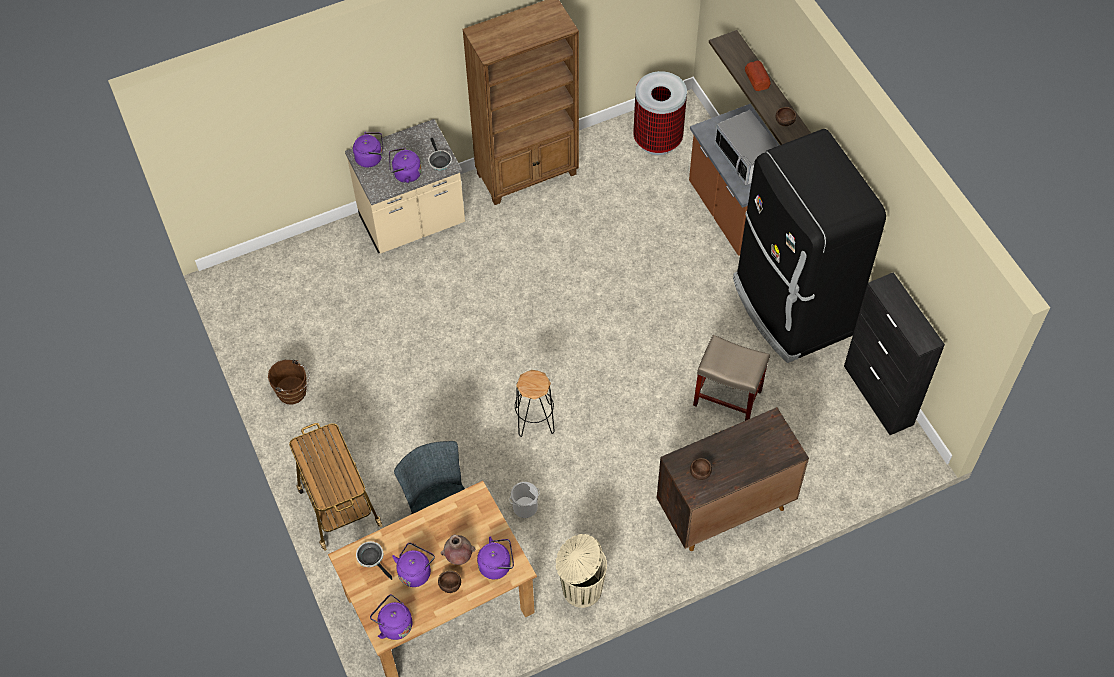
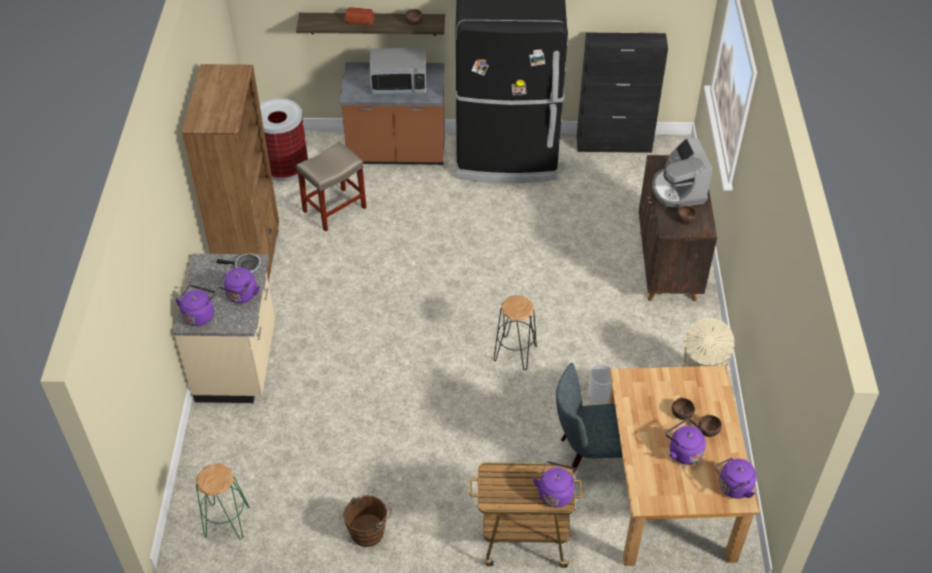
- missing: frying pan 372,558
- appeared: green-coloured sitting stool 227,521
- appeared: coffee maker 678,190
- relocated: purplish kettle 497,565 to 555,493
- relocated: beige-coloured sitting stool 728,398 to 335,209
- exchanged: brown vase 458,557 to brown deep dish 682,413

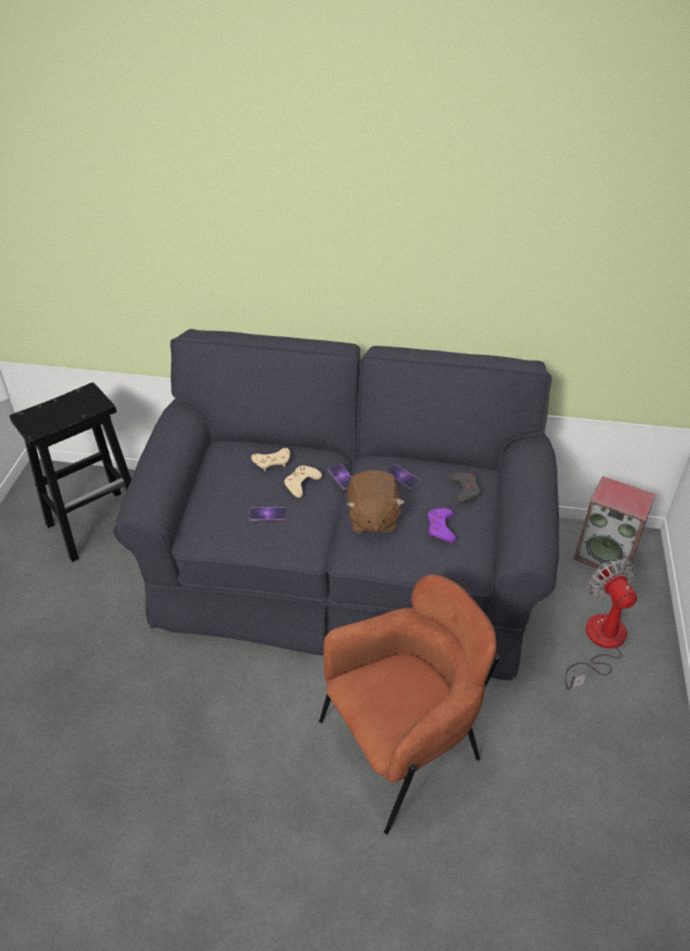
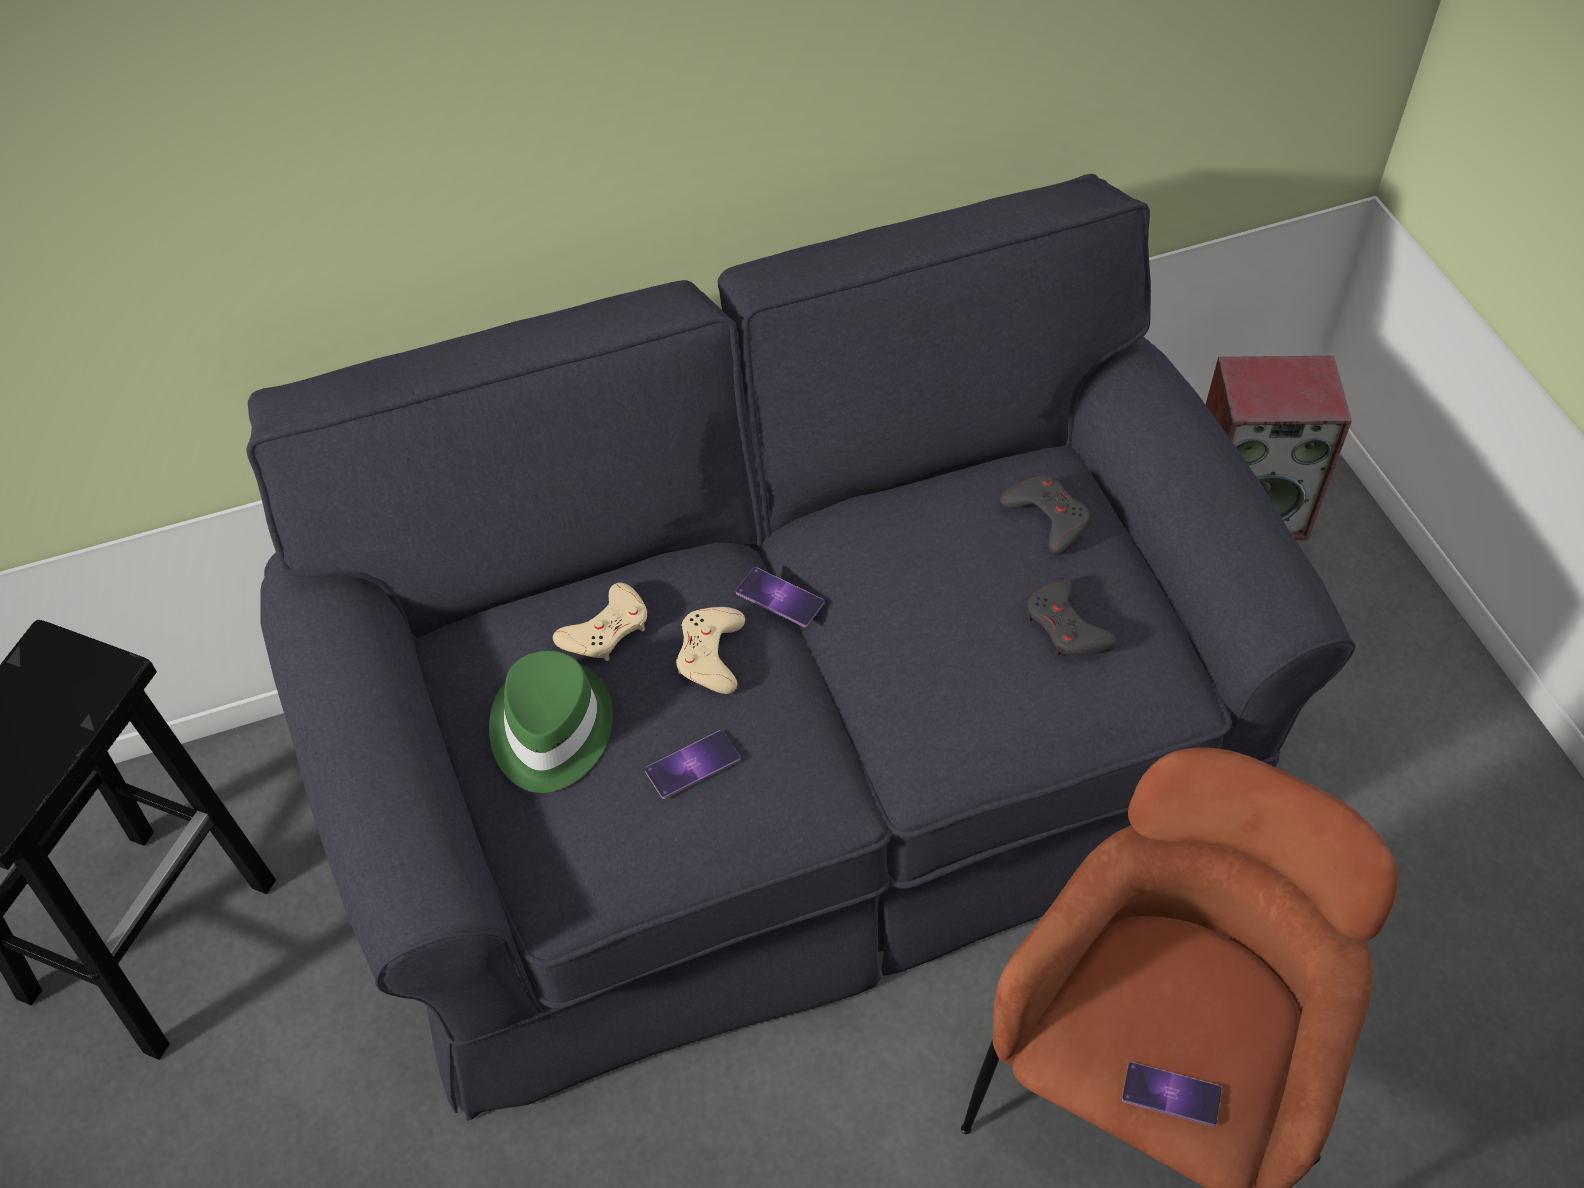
- missing: brown plush toy 372,518
- missing: cooling fan 599,642
- appeared: green-coloured hat 549,730
- relocated: handset 402,476 to 1171,1094
- colour: purplish joypad 441,528 to greyish joypad 1066,627

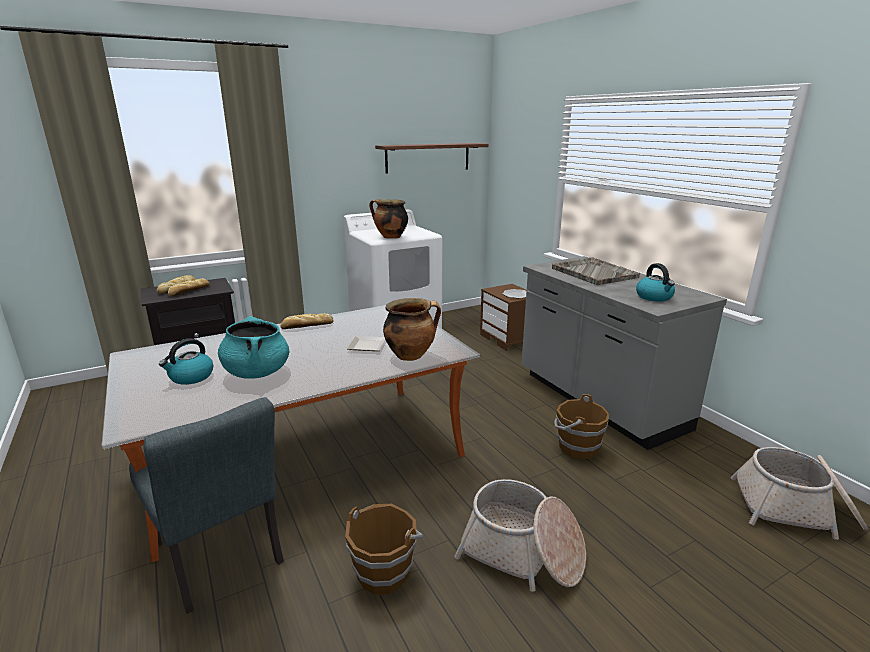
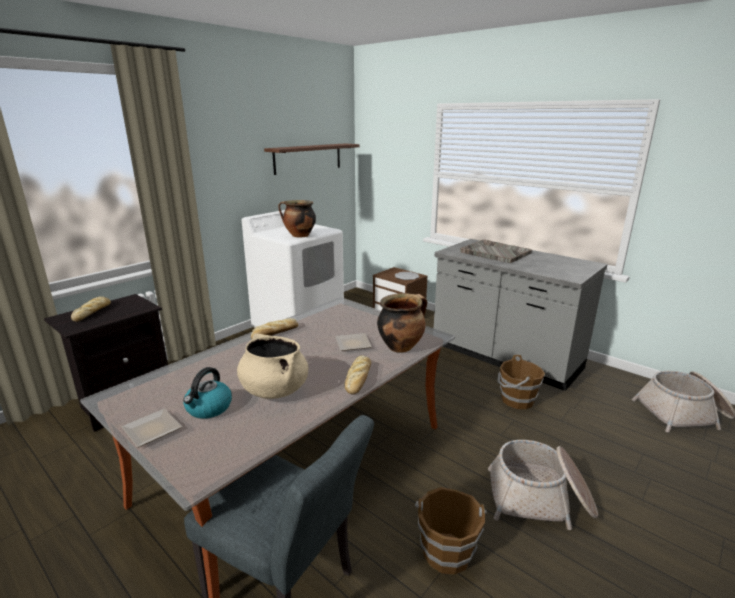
- missing: kettle 654,297
- appeared: flat dish 154,430
- relocated: baked bread 189,291 to 358,379
- colour: turquoise saucepot 257,372 to beige-coloured saucepot 274,389

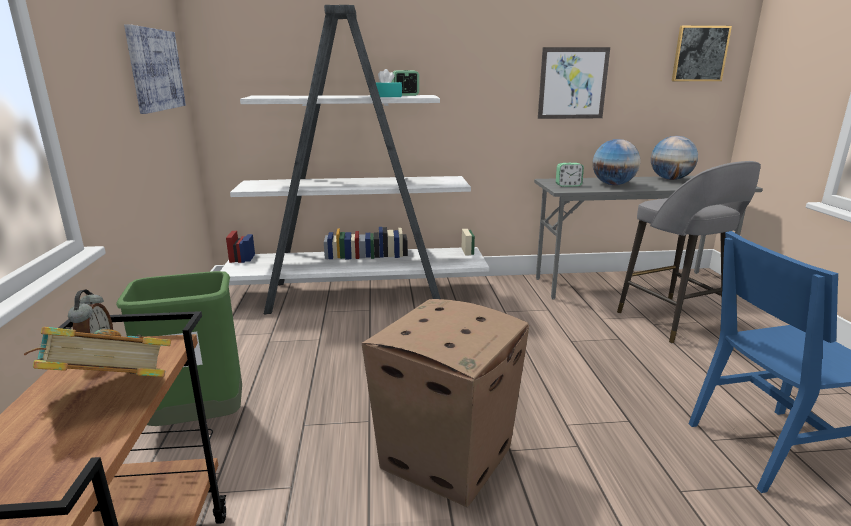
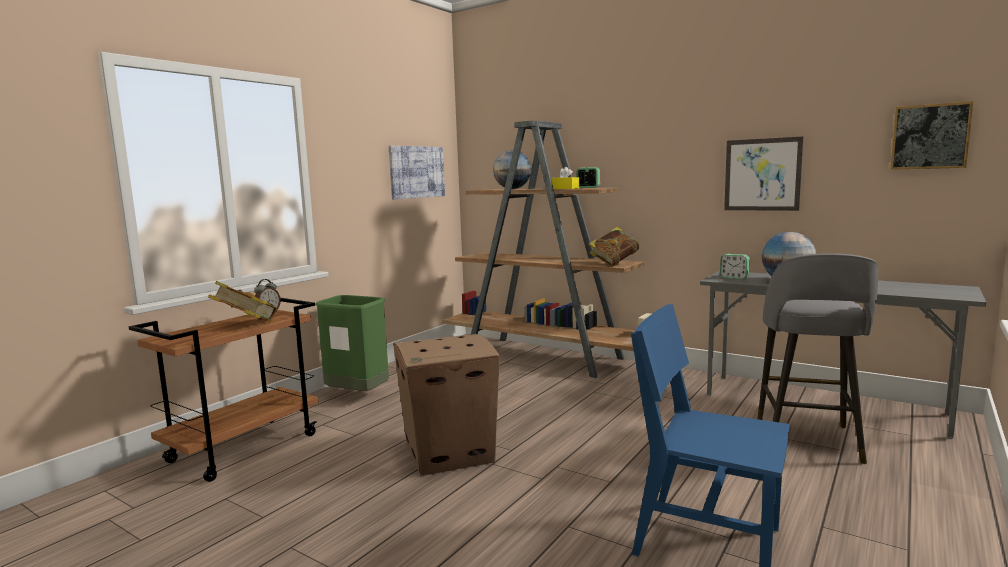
- appeared: book 614,263
- relocated: globe 670,179 to 512,189
- colour: white shelving unit 358,294 to brown shelving unit 546,357
- colour: turquoise tissue box 386,96 to yellow-coloured tissue box 565,188

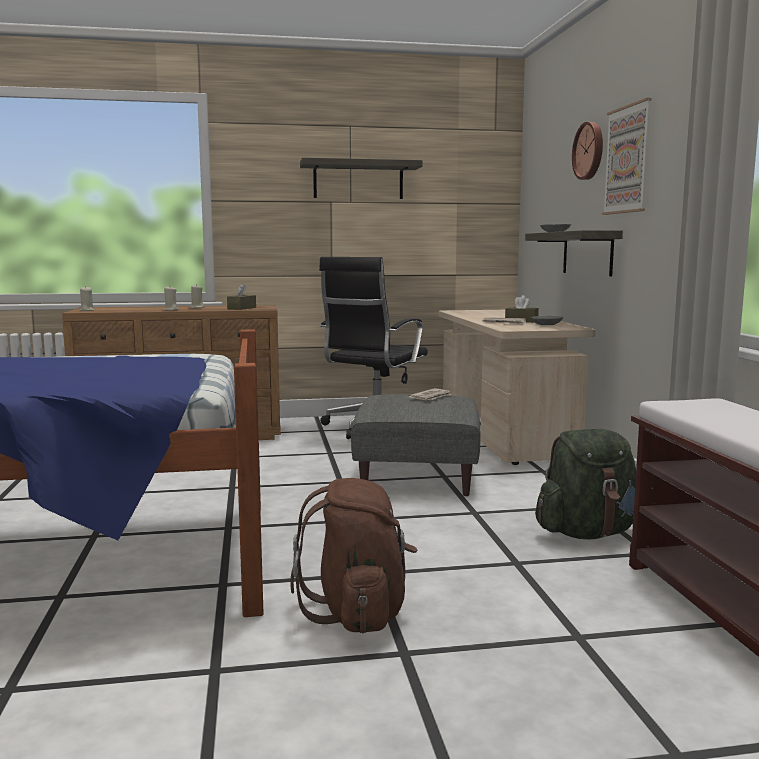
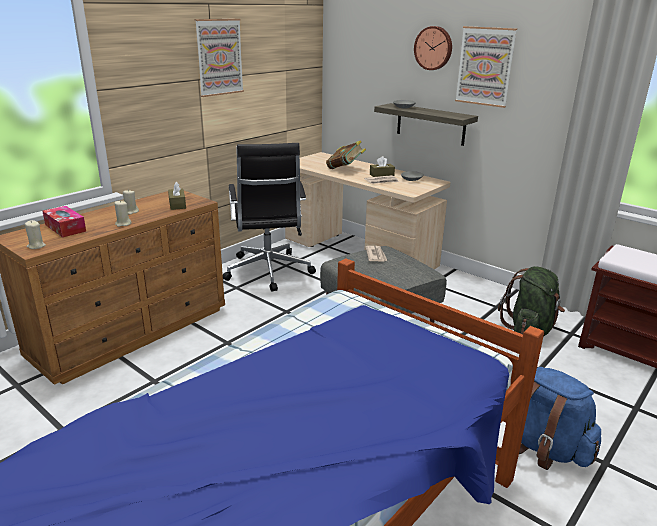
- appeared: tissue box 65,228
- appeared: book 345,169
- exchanged: wall shelf 358,180 to picture 219,57
- colour: brown backpack 358,612 to blue-coloured backpack 544,448

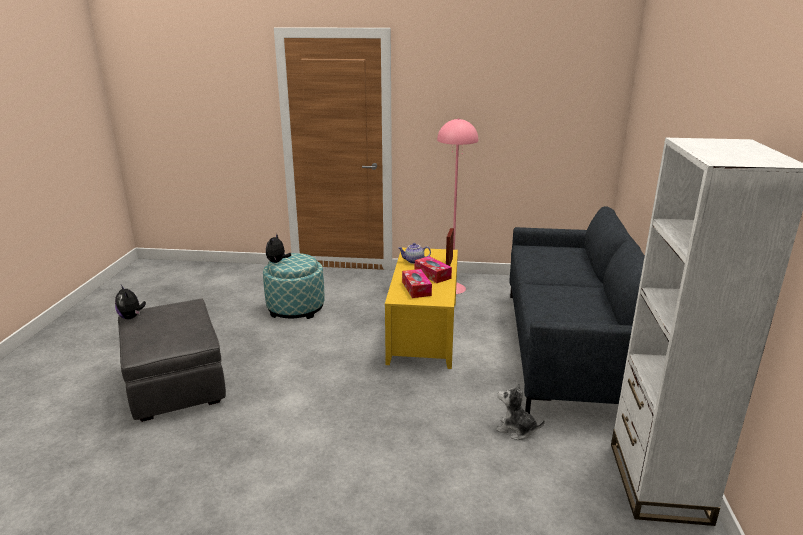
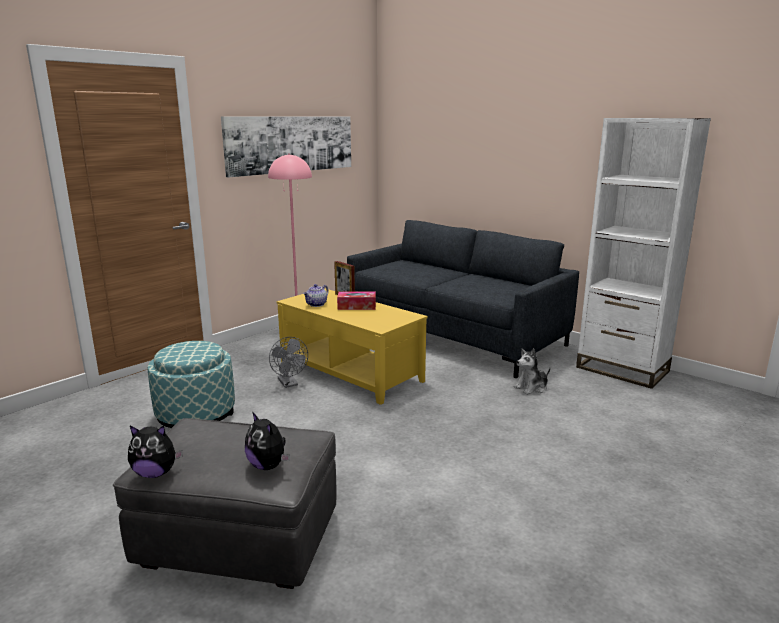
- missing: tissue box 416,289
- appeared: picture 291,144
- appeared: greyish cooling fan 289,384
- relocated: plush toy 277,262 to 268,466

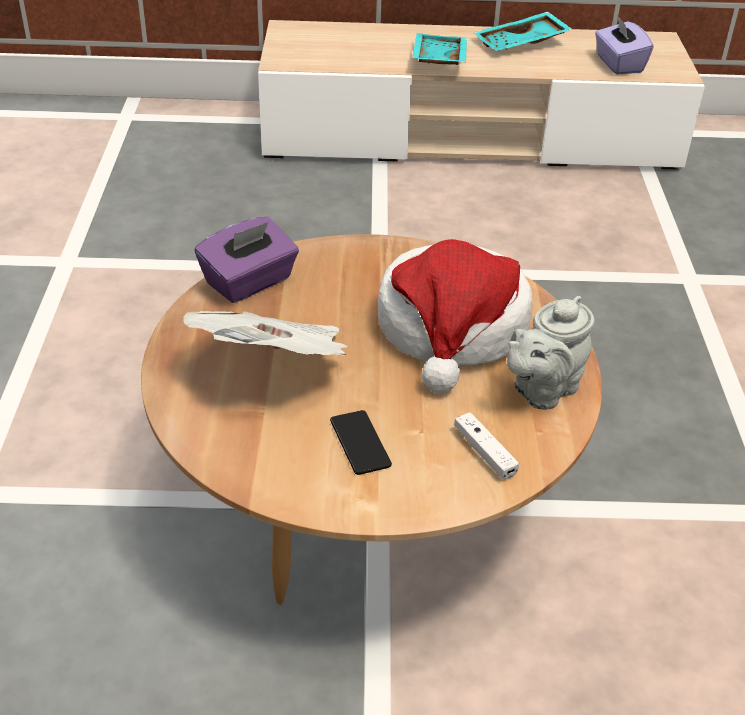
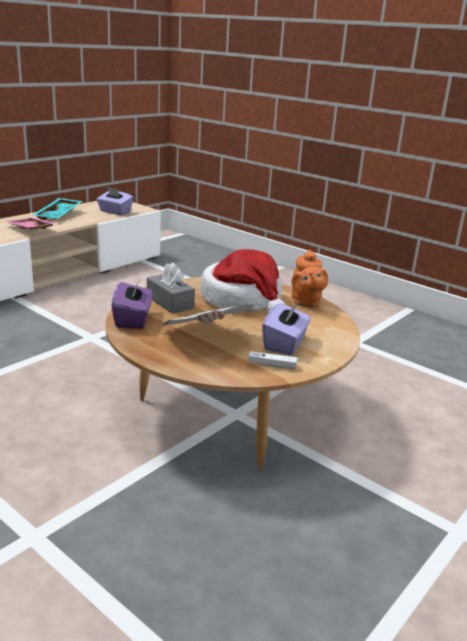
- appeared: greyish tissue box 170,302
- relocated: white joypad 484,452 to 272,365
- exchanged: handset 360,443 to purplish tissue box 285,344
- colour: turquoise carrying tray 437,60 to pinkish carrying tray 30,230
- colour: greyish pot for tea 541,390 to orangey pot for tea 305,302

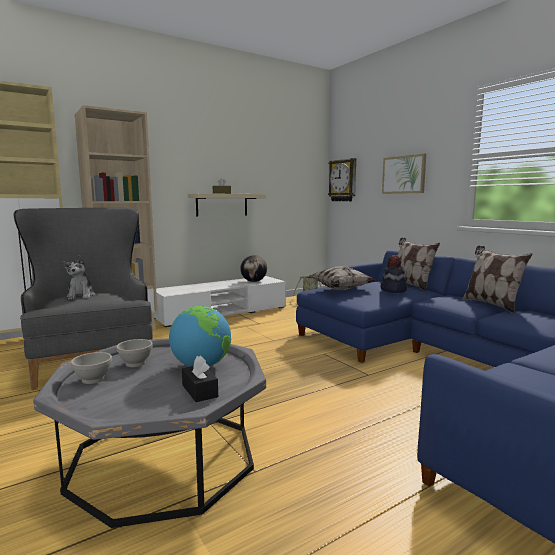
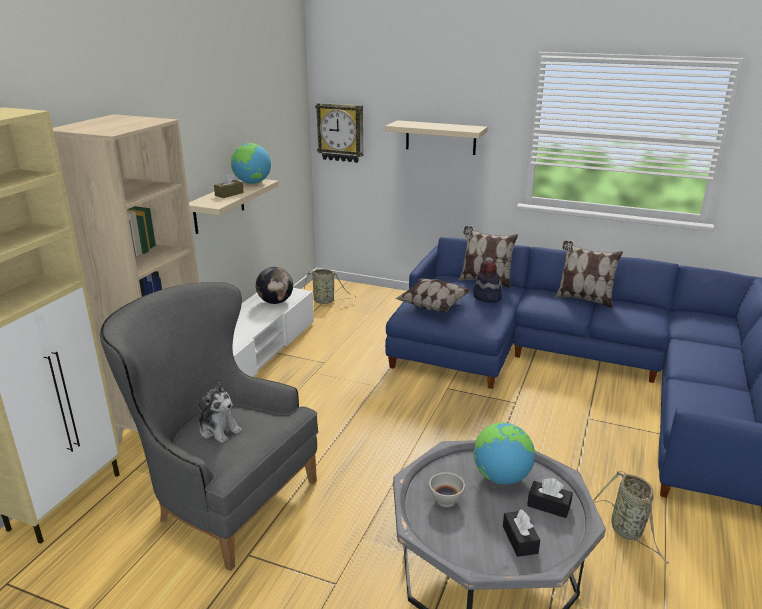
- missing: white deep dish 92,379
- appeared: globe 252,183
- appeared: blackish tissue box 520,539
- appeared: storage basket 628,531
- exchanged: picture 403,174 to beige-coloured wall shelf 440,137

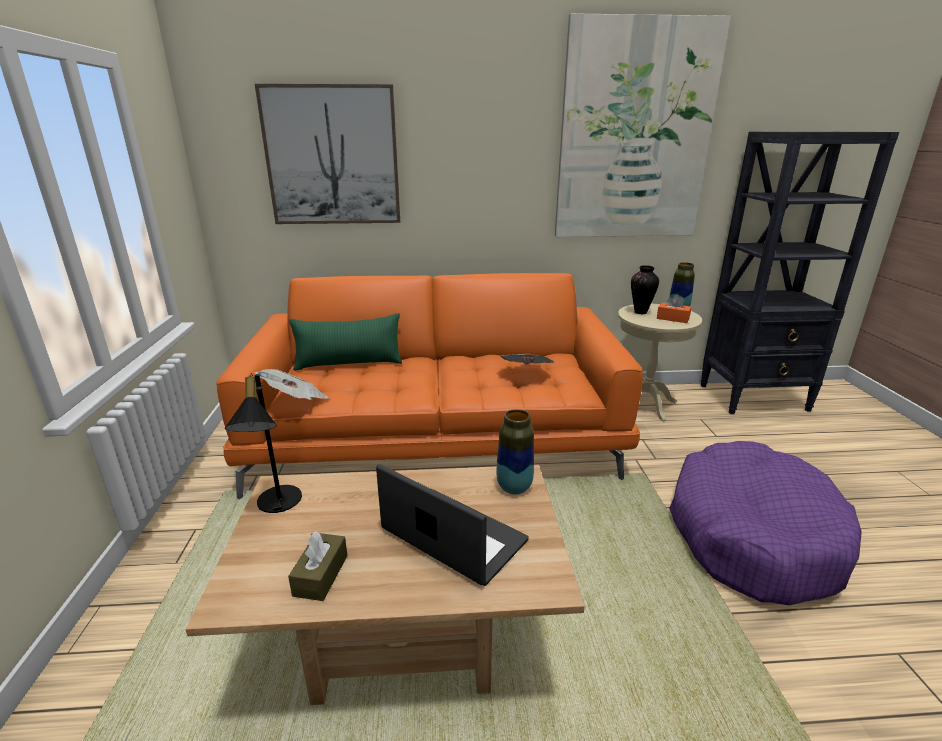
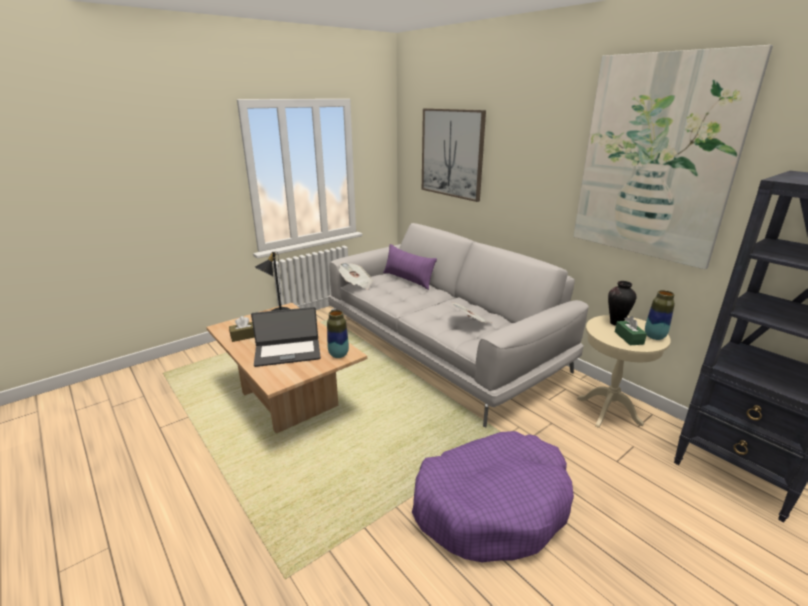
- colour: orangey couch 438,435 to greyish couch 441,347
- colour: green-coloured cushion 349,364 to purplish cushion 408,280
- colour: orangey tissue box 672,318 to green-coloured tissue box 629,338
- spun: notebook computer 452,537 = 287,352 75 degrees clockwise

